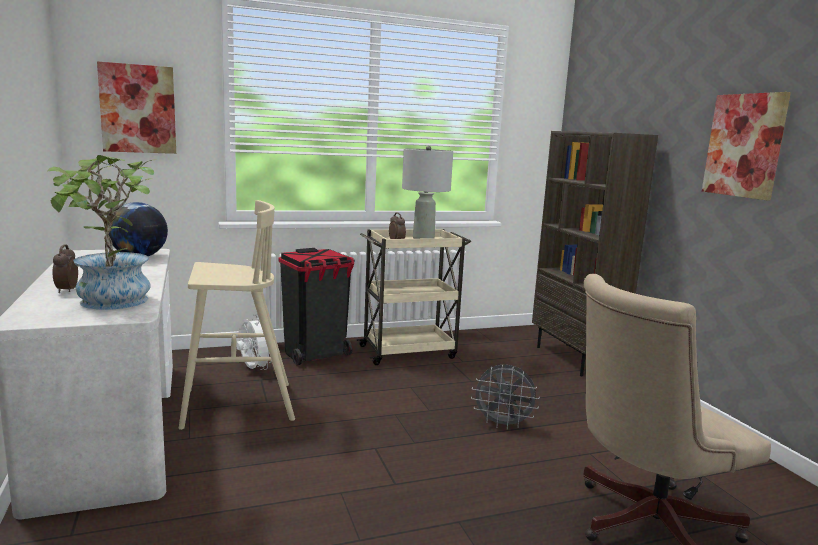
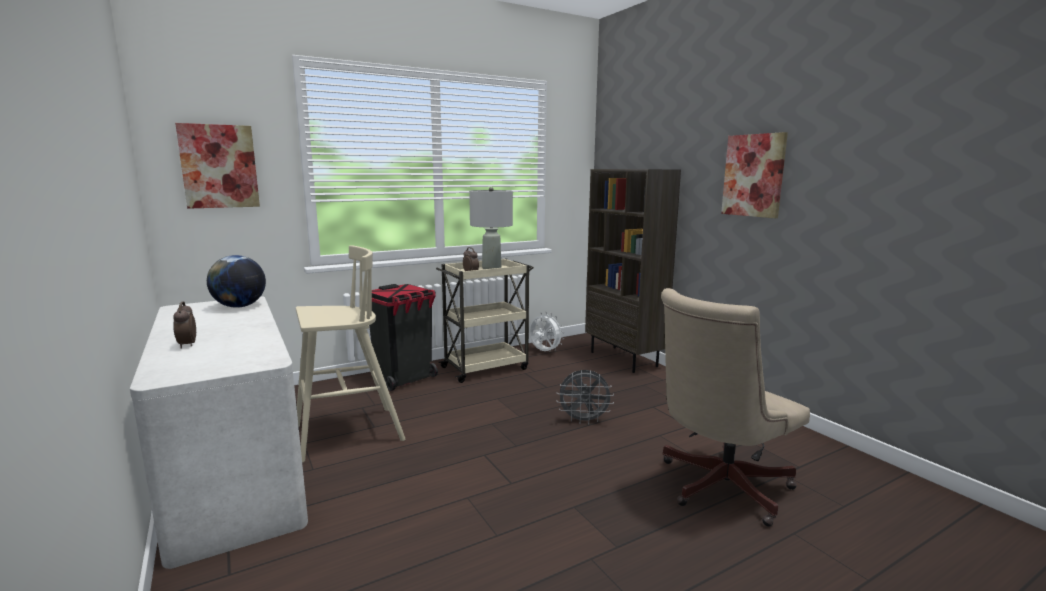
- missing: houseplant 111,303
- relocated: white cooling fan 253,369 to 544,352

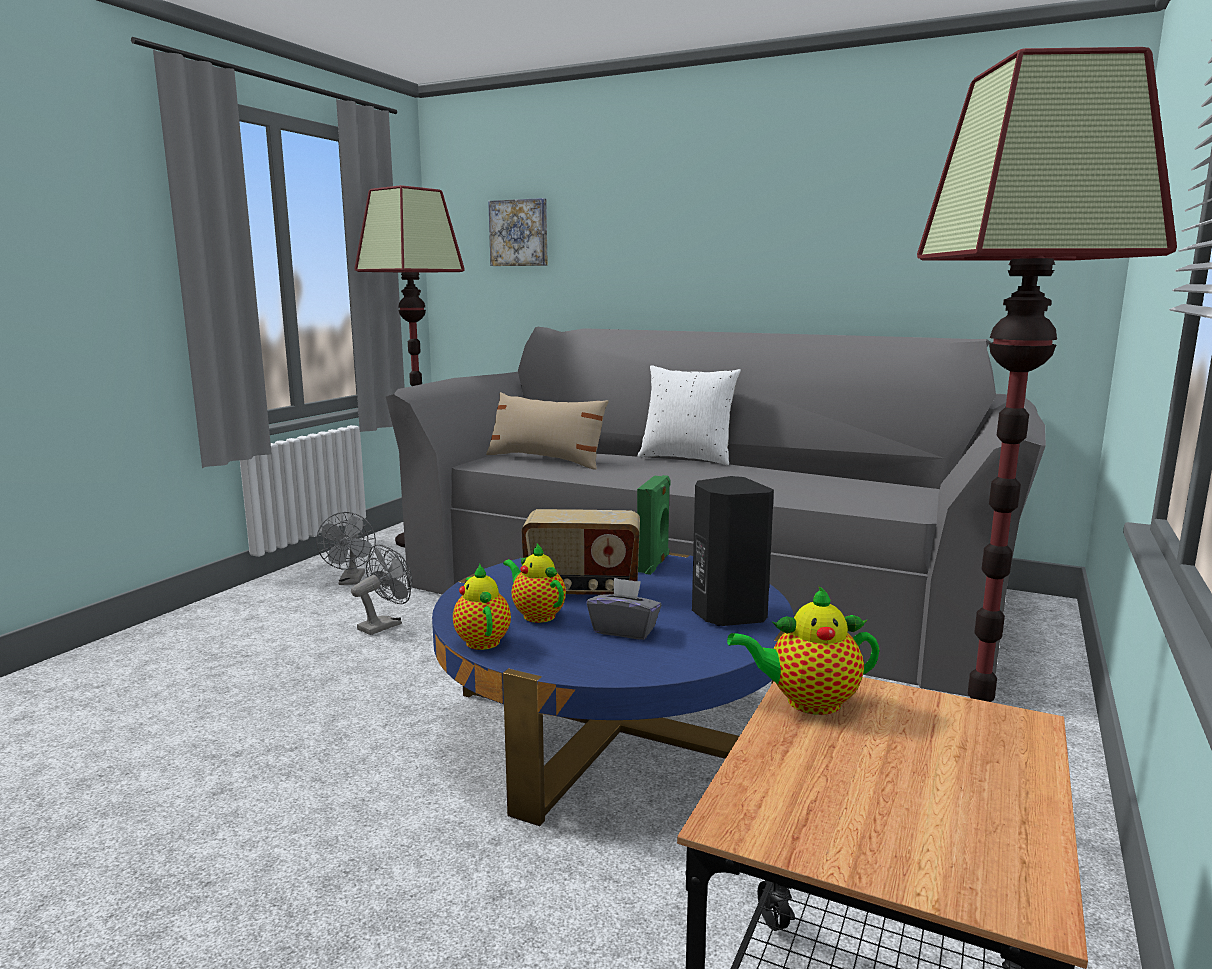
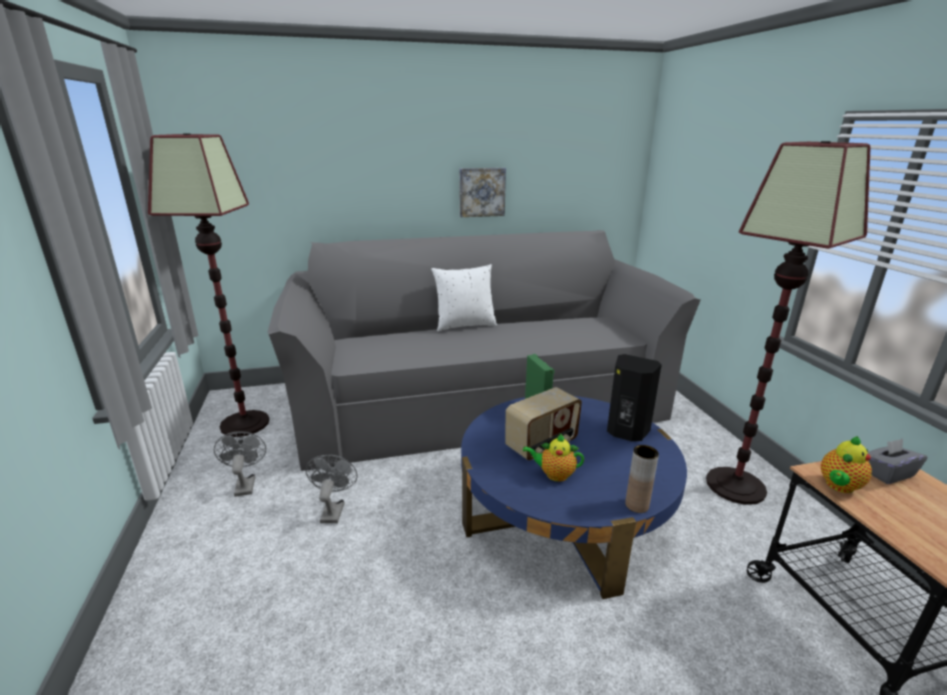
- missing: pot for tea 481,640
- missing: beige-coloured cushion 546,460
- appeared: brown vase 637,505
- relocated: picture 519,233 to 481,192
- relocated: greyish tissue box 624,630 to 887,473
- spun: greyish cooling fan 351,581 = 245,484 150 degrees counterclockwise

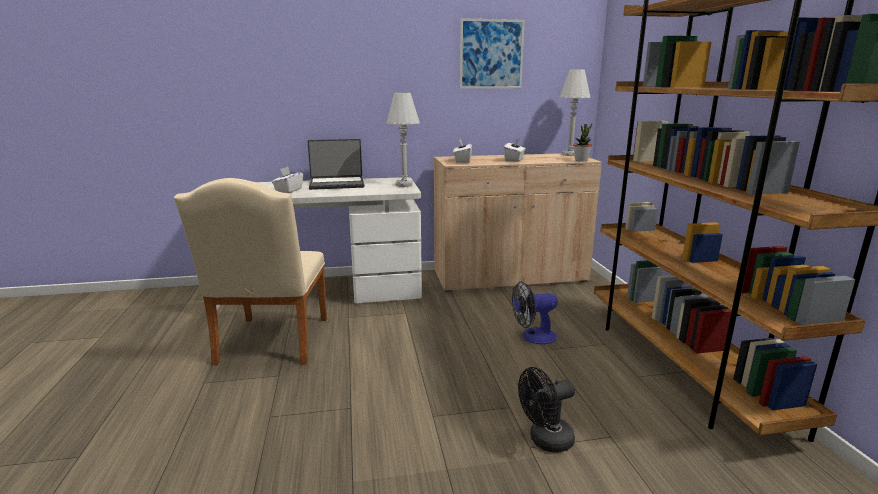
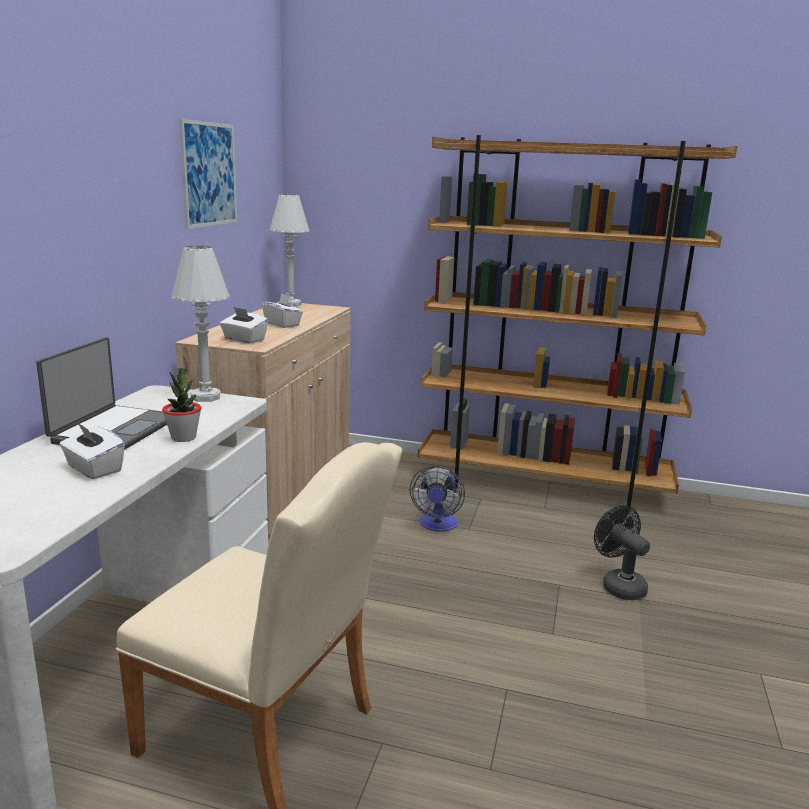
- relocated: houseplant 581,160 to 183,438
- spun: blackish cooling fan 545,441 = 618,585 150 degrees clockwise

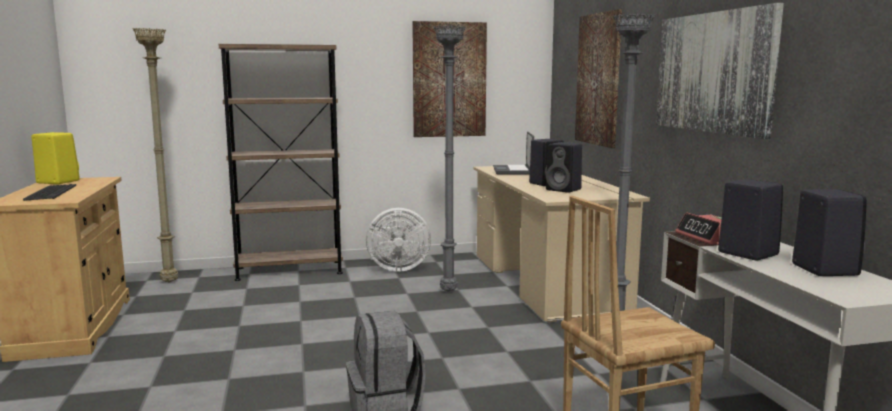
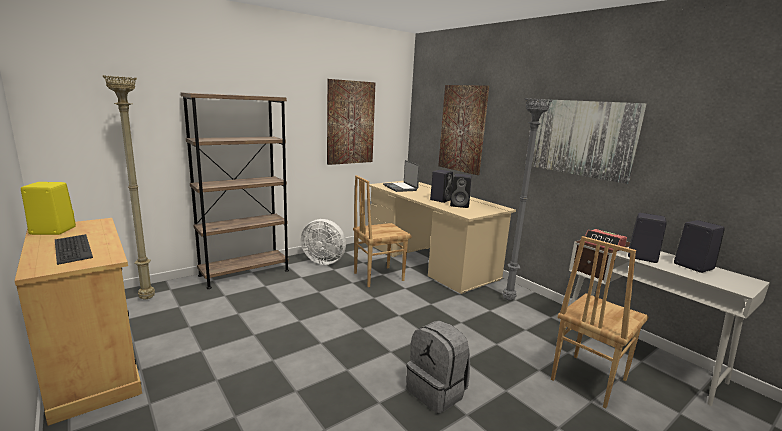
- exchanged: greyish standing lamp 448,291 to brown upright chair 378,276
- spun: white cooling fan 396,268 = 324,261 45 degrees clockwise

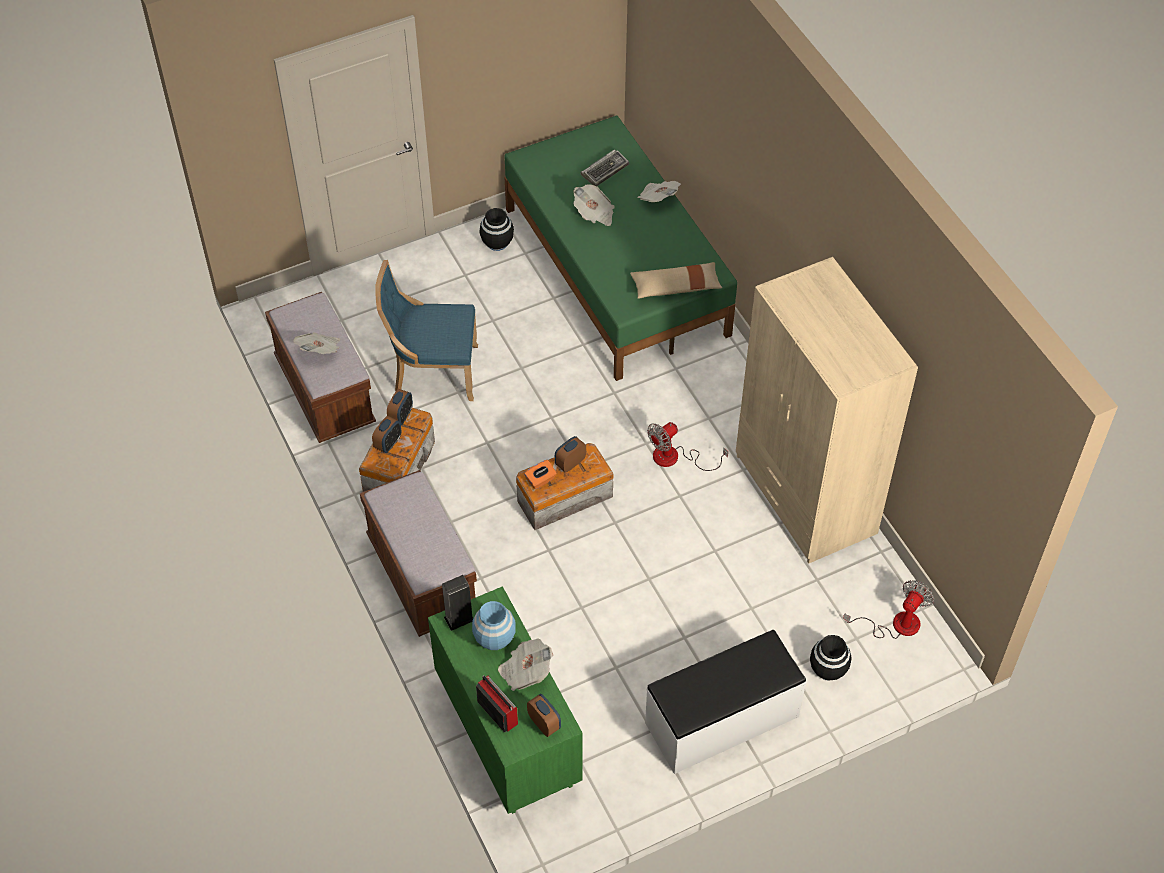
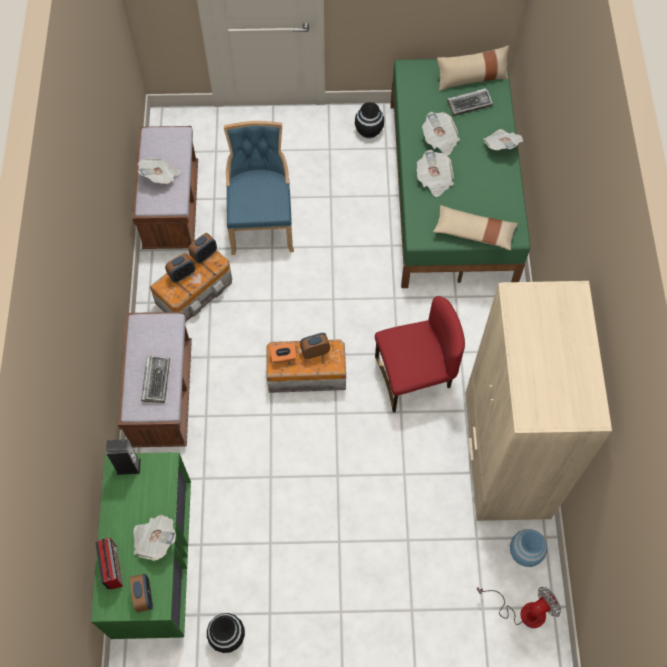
- missing: white indoor bench 722,720
- appeared: computer keyboard 156,380
- appeared: printed paper 434,180
- appeared: beige-coloured cushion 471,78
- relocated: blue-coloured vase 494,638 to 525,552
- relocated: blackish vase 828,668 to 227,636
- exchanged: cooling fan 675,458 to red-coloured upright chair 414,376
- spun: blue-coloured upright chair 433,371 = 261,222 60 degrees clockwise

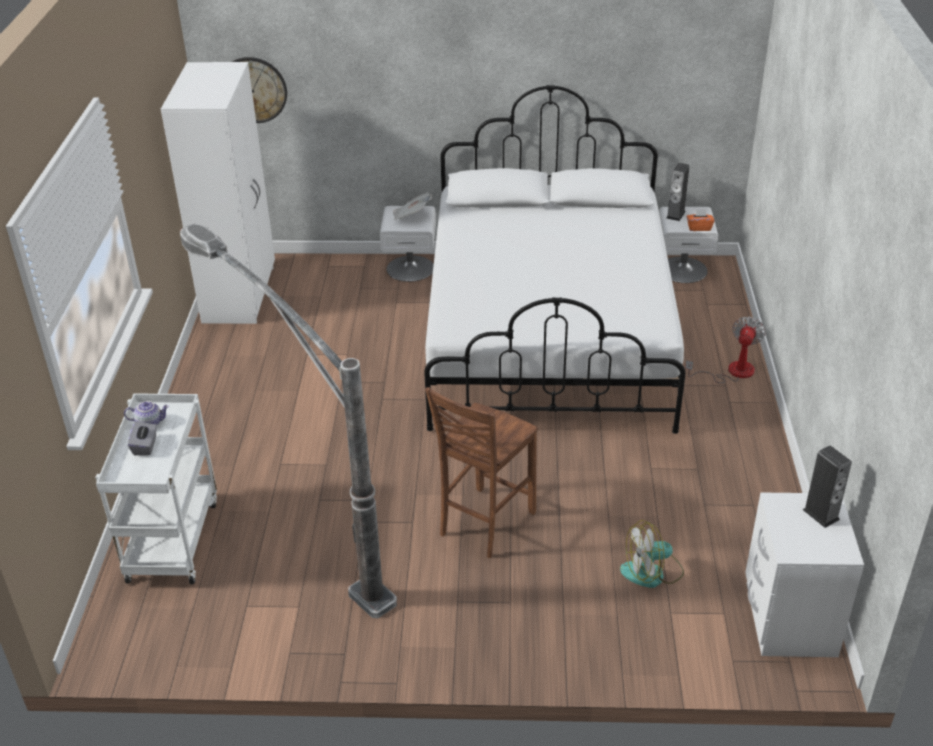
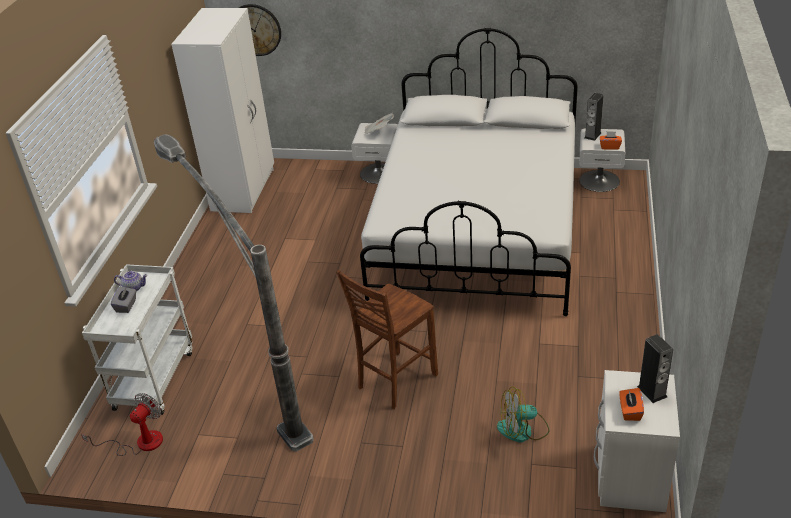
- appeared: orangey tissue box 630,411
- relocated: cooling fan 731,372 to 140,442

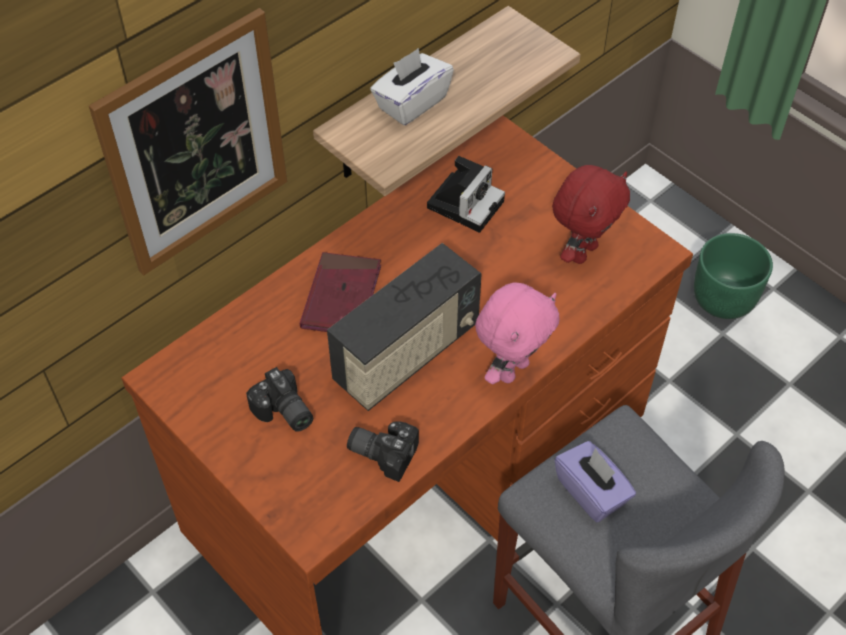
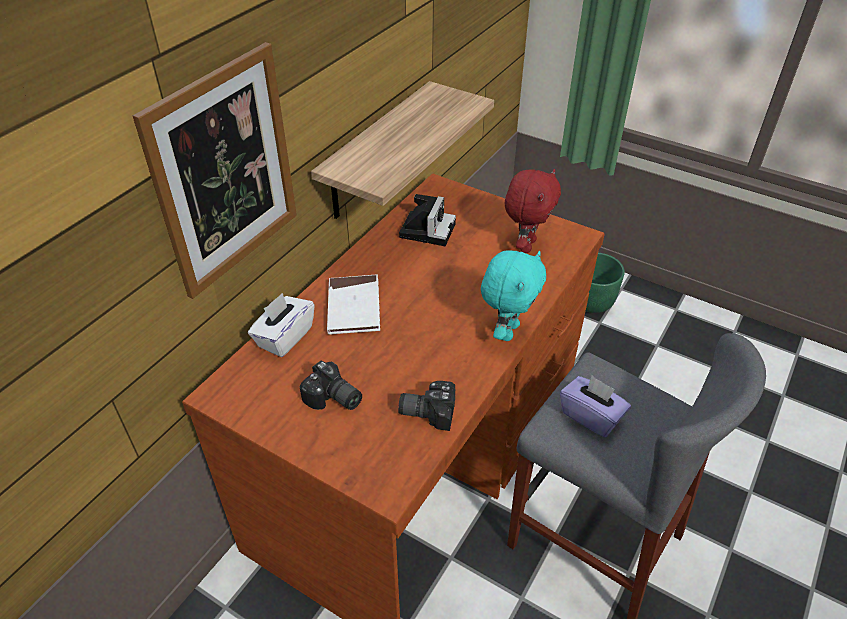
- missing: radio set 407,355
- relocated: white tissue box 411,103 to 284,337
- colour: red-coloured book 341,297 to white book 354,307
- colour: pinkish plush toy 512,369 to turquoise plush toy 507,331

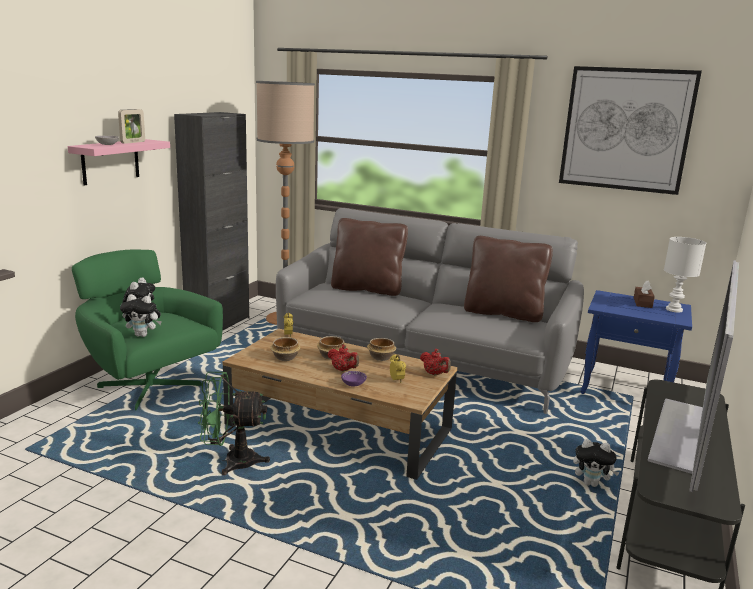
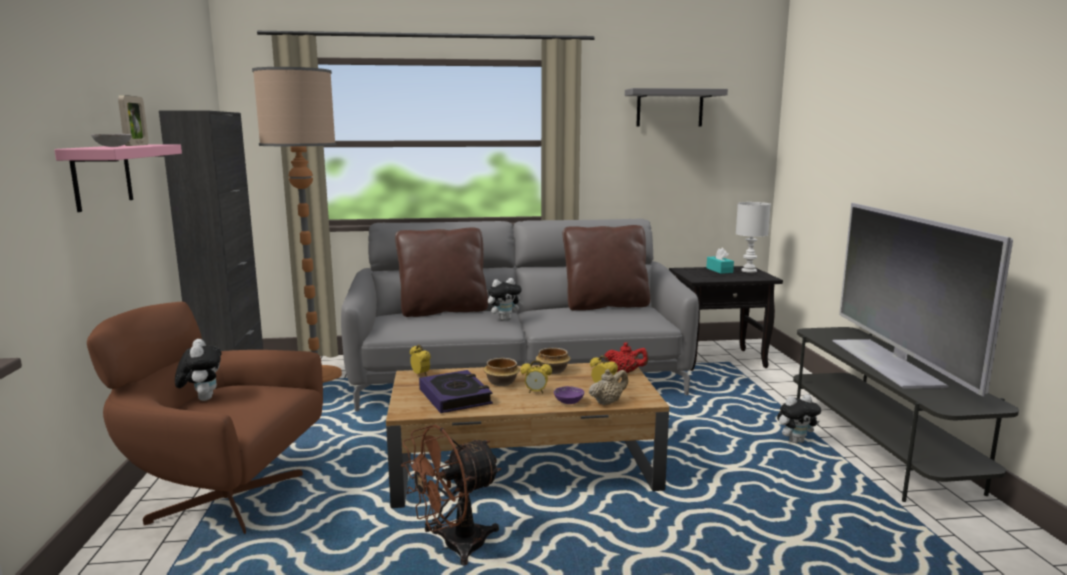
- appeared: beige-coloured pot for tea 607,402
- relocated: plush toy 143,335 to 504,319
- exchanged: deep dish 286,357 to book 455,397
- exchanged: red-coloured pot for tea 343,370 to table clock 536,392
- exchanged: picture 626,129 to greyish wall shelf 669,108
- colour: green-coloured armchair 147,385 to brown armchair 222,498
- colour: green-coloured cooling fan 231,462 to brown cooling fan 453,547
- colour: blue-coloured accent table 626,391 to blackish accent table 719,359
- colour: brown tissue box 642,303 to turquoise tissue box 719,270

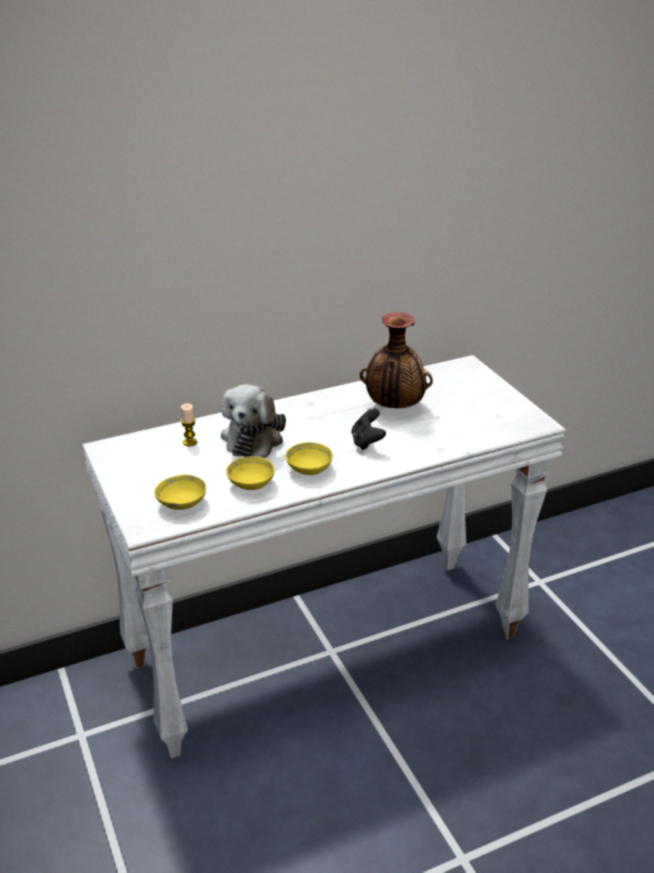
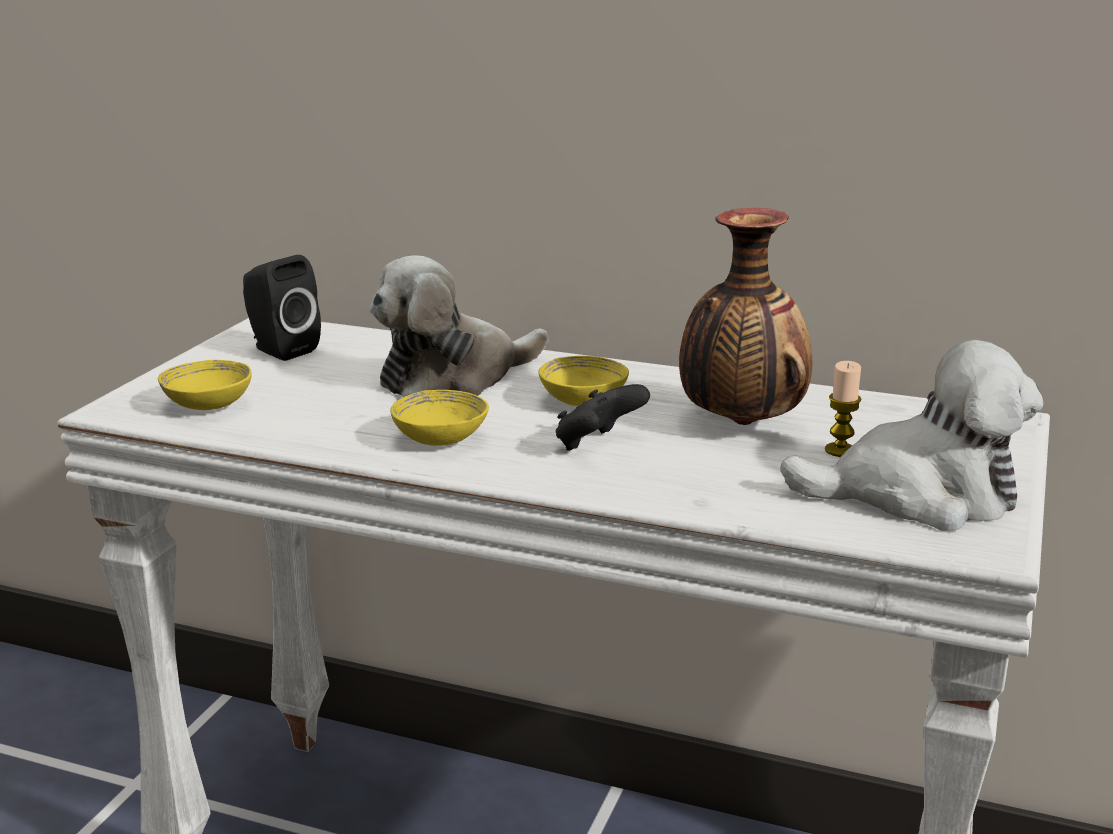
- appeared: blackish loudspeaker 280,349
- appeared: plush toy 919,496
- relocated: candle 190,442 to 840,450
- relocated: yellow-coloured deep dish 251,484 to 583,401

